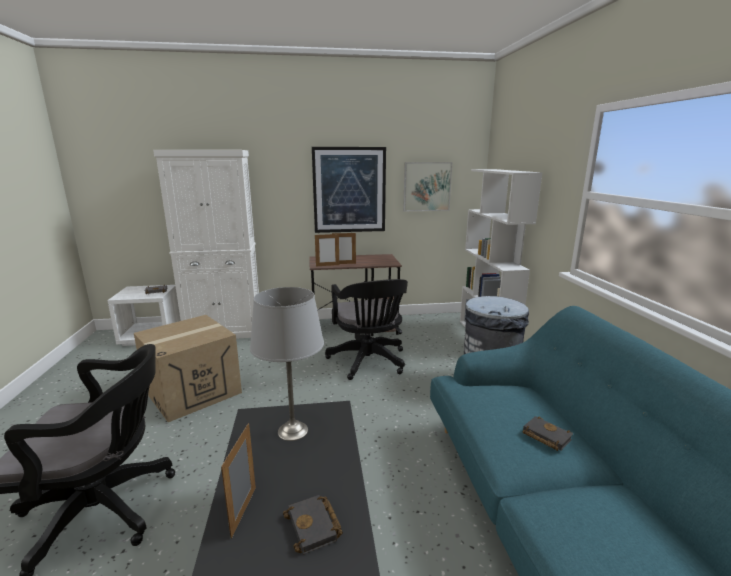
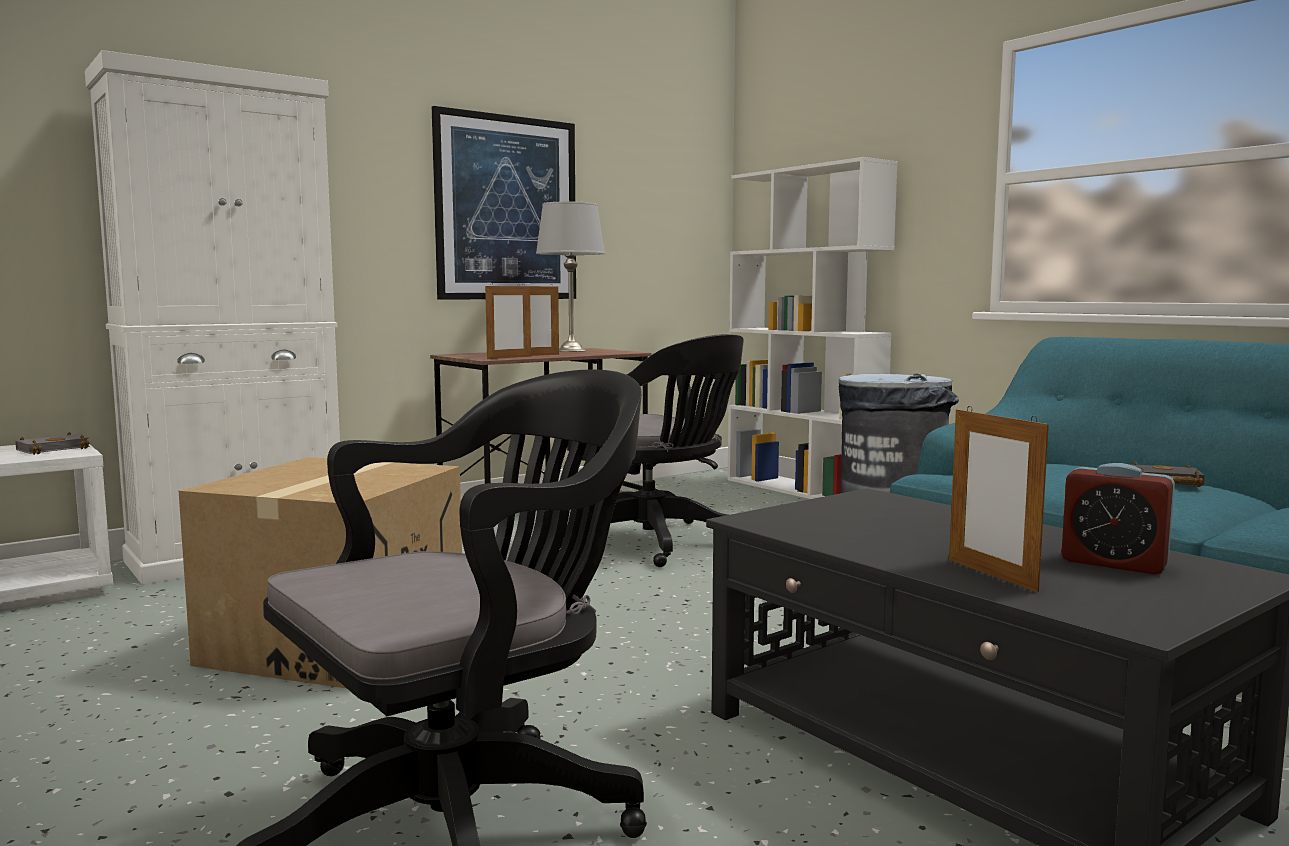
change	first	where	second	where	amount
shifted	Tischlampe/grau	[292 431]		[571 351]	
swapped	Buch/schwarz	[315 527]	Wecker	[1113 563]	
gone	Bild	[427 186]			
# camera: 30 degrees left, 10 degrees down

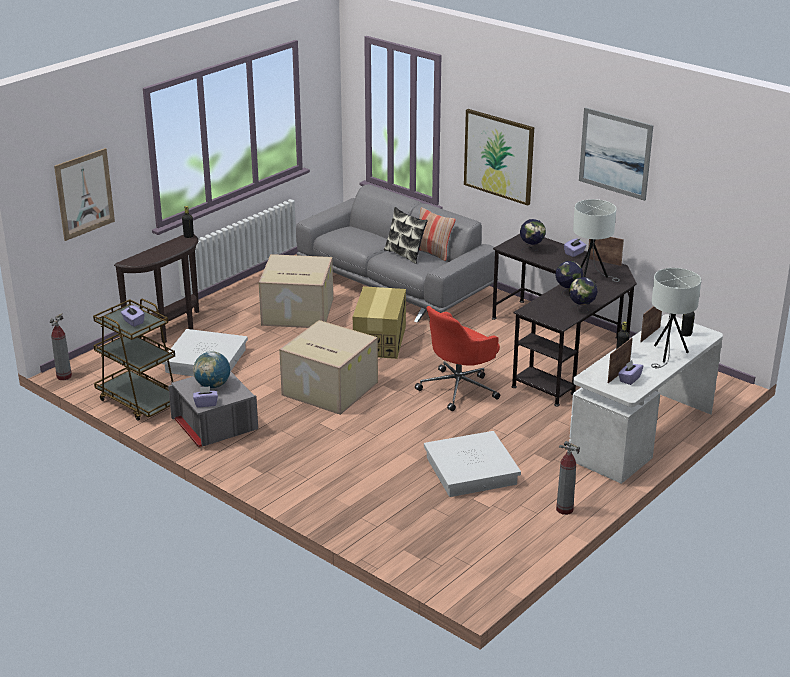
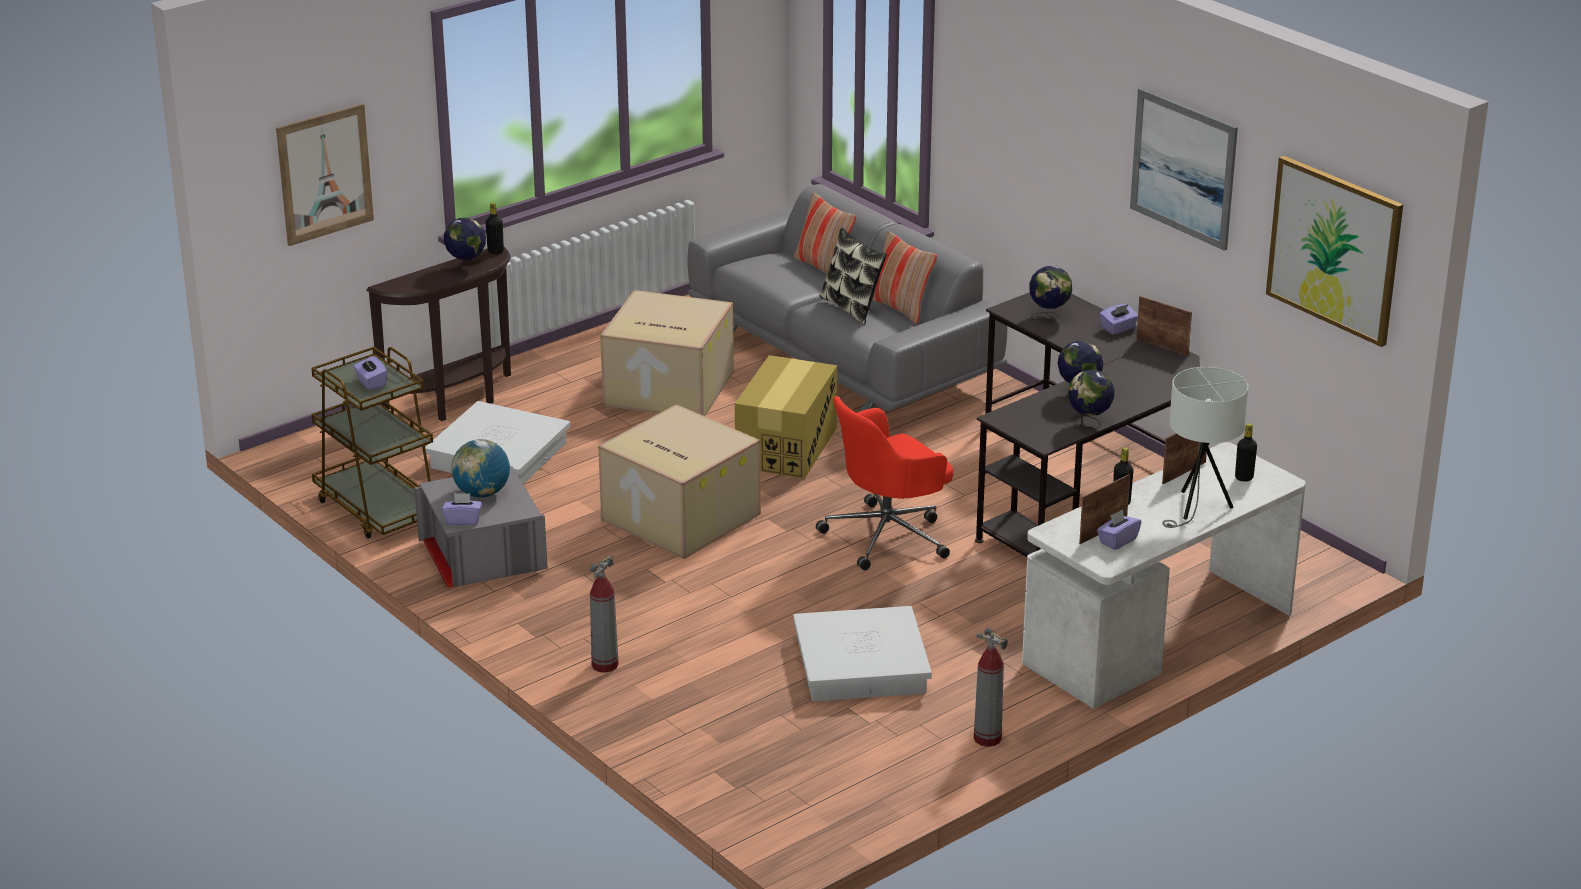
change	first	where	second	where	amount
shifted	Feuerlöscher	[64 376]		[604 665]	
shifted	Bild	[499 156]		[1334 249]	
gone	Tischlampe/weiß	[591 278]			
new			Globus	[466 268]	
new			Kissen	[824 267]	
# camera: 10 degrees right, 0 degrees up

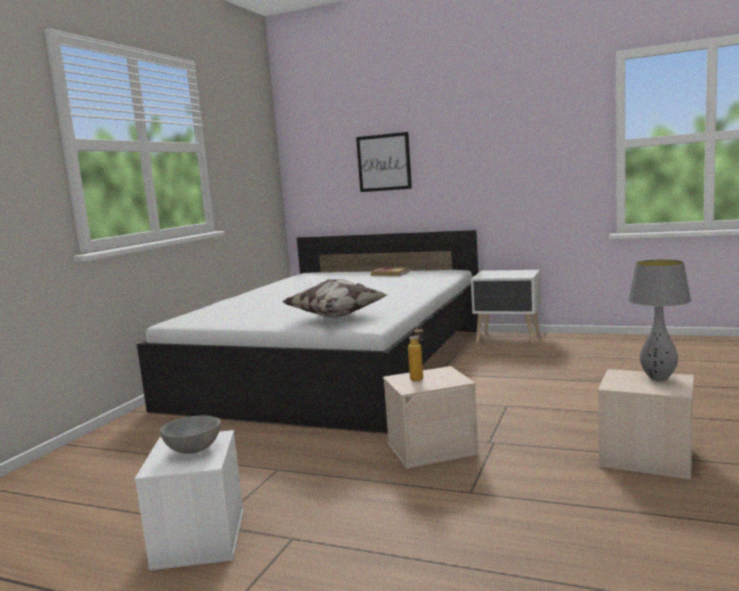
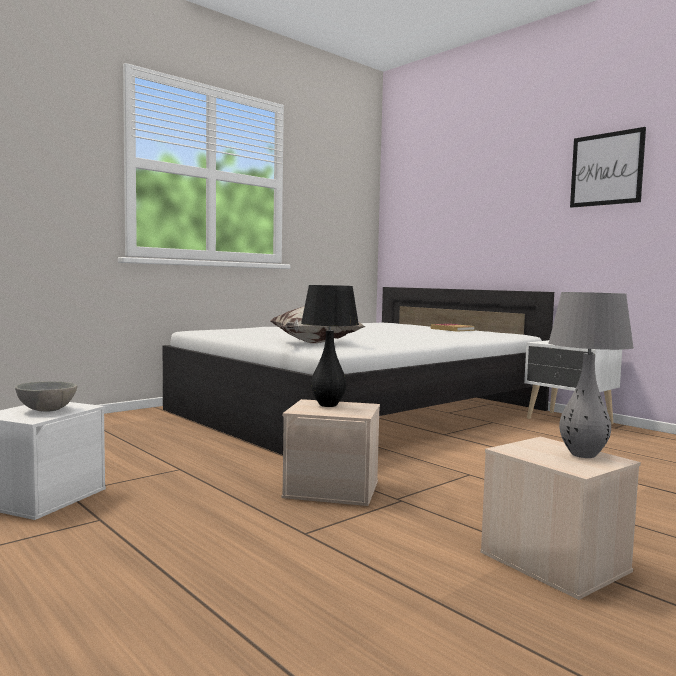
change	first	where	second	where	amount
shifted	Bild	[384 162]		[606 169]	
swapped	Flasche	[418 378]	Tischlampe/schwarz	[328 405]	
# camera: 25 degrees right, 5 degrees down

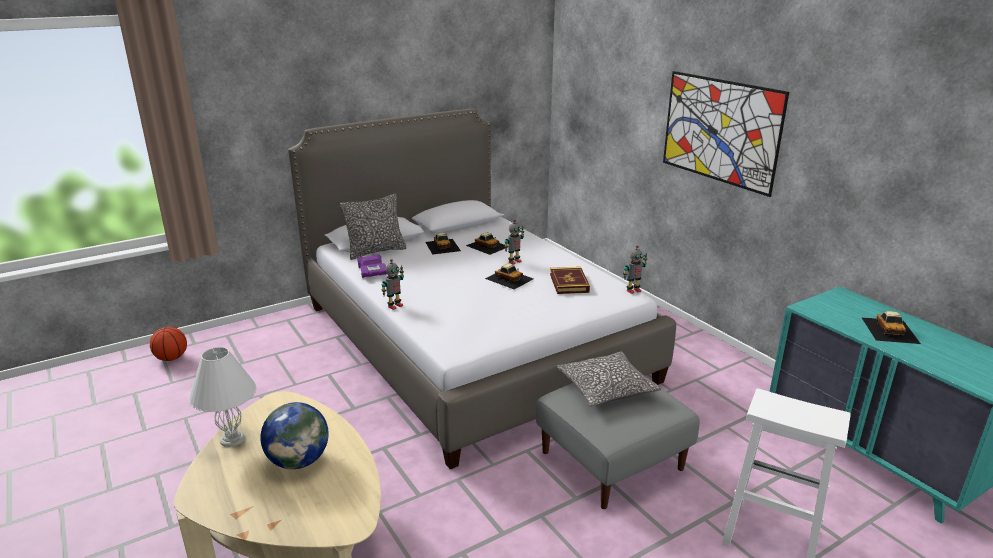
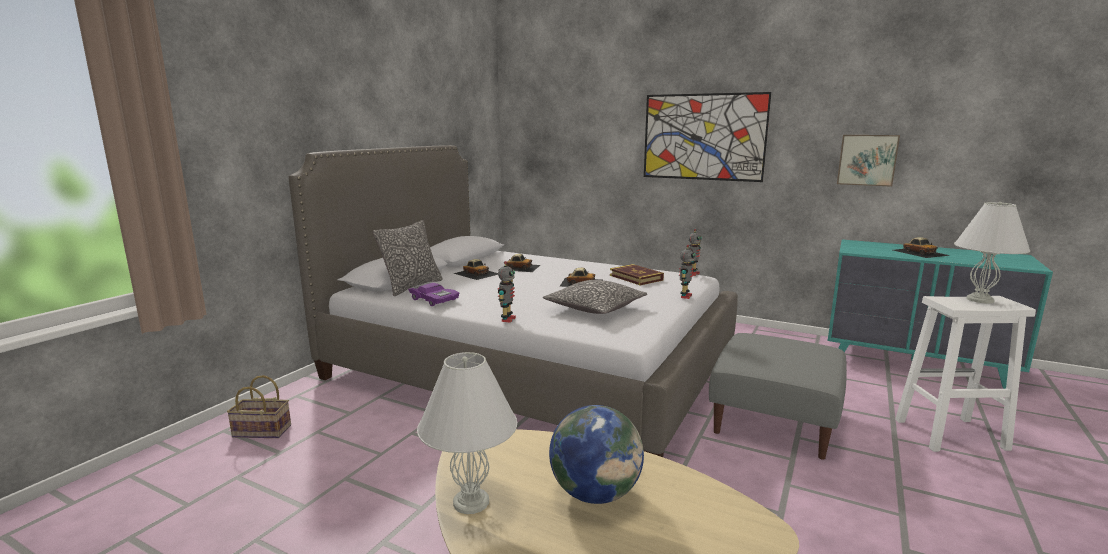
change	first	where	second	where	amount
gone	Basketball	[171 358]			
shifted	Spielzeugroboter	[514 261]		[685 296]	
shifted	Kissen	[606 388]		[595 308]	
new			Korb	[260 432]	
new			Bild	[867 160]	
new			Tischlampe/weiß	[980 300]	
# camera: 30 degrees left, 10 degrees down

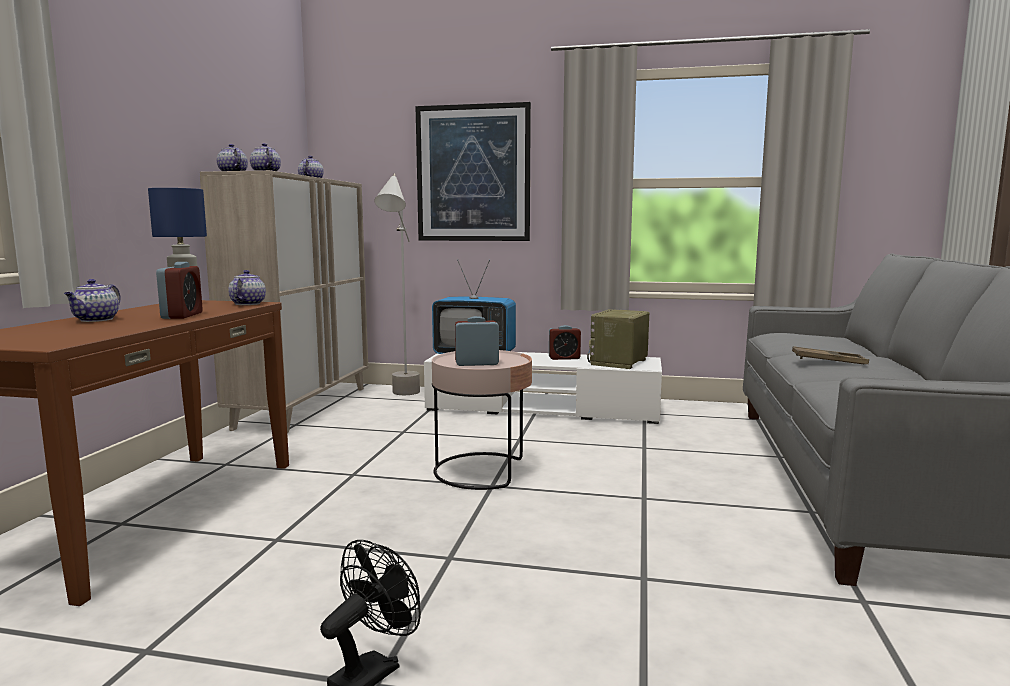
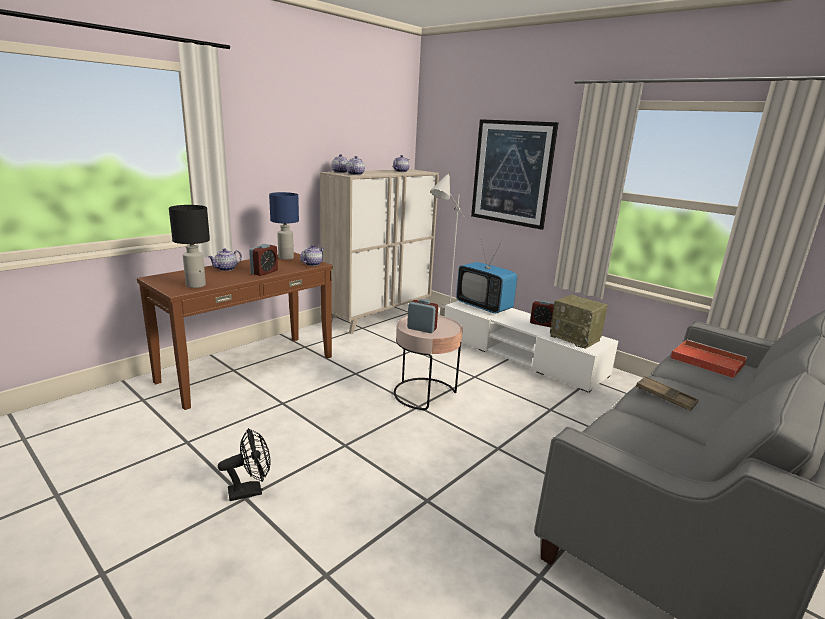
change	first	where	second	where	amount
rotated	Radio	[619 362]		[576 338]	105 degrees counterclockwise
new			Tischlampe/schwarz	[195 285]	
new			Tablett/rot	[705 360]	
# camera: 30 degrees right, 10 degrees up

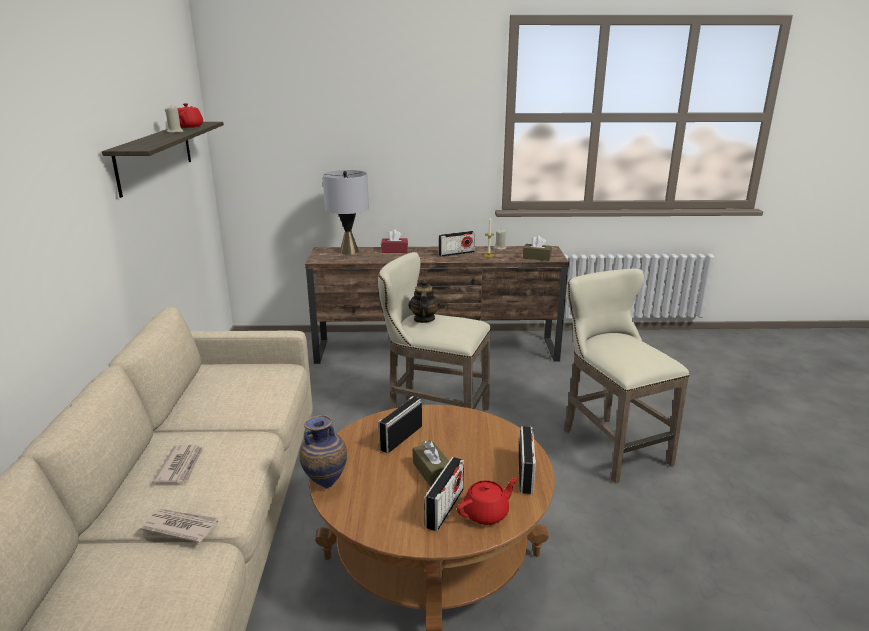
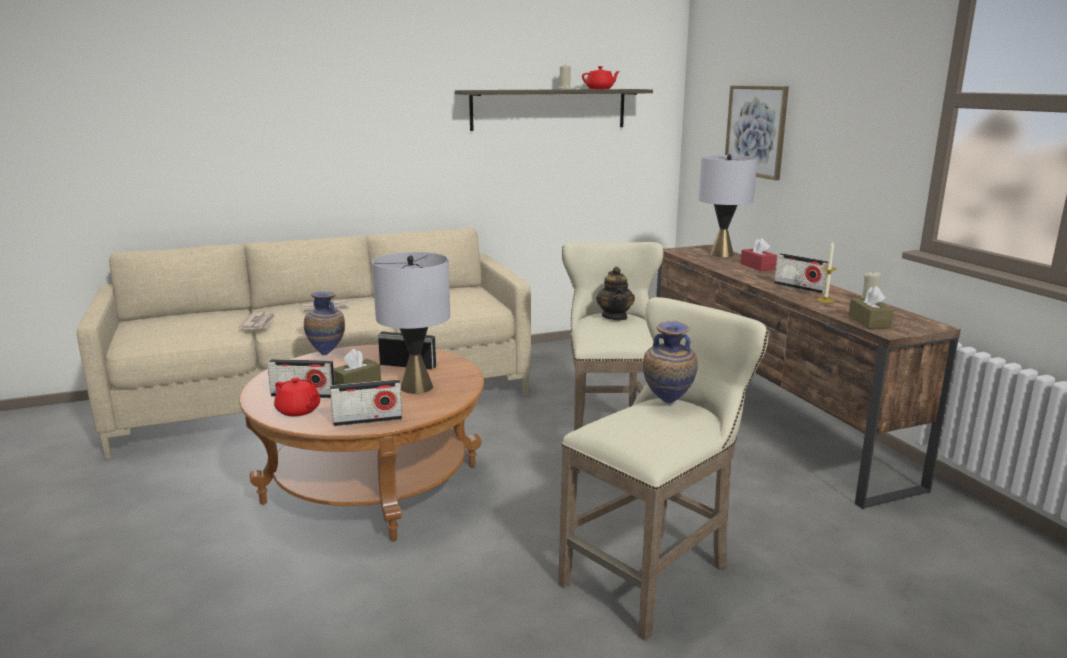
change	first	where	second	where	amount
rotated	Teekanne	[424 319]		[615 317]	105 degrees clockwise
new			Tischlampe/grau	[416 387]	
new			Vase	[667 404]	
new			Bild	[756 131]	
# camera: 70 degrees right, 5 degrees down

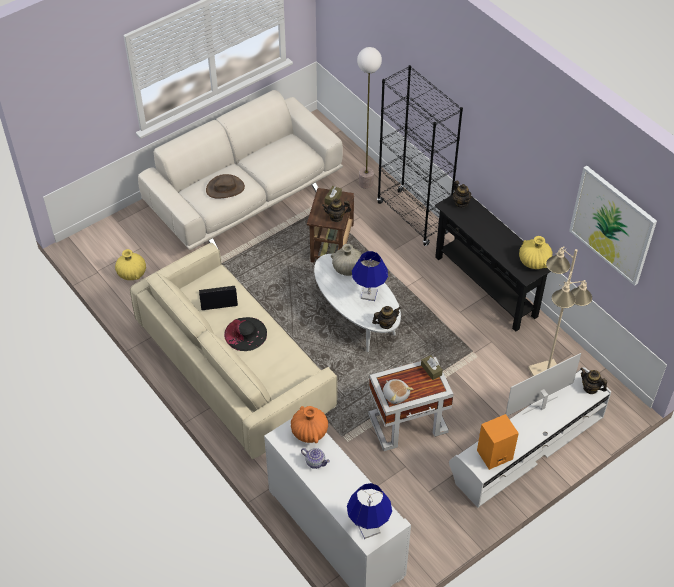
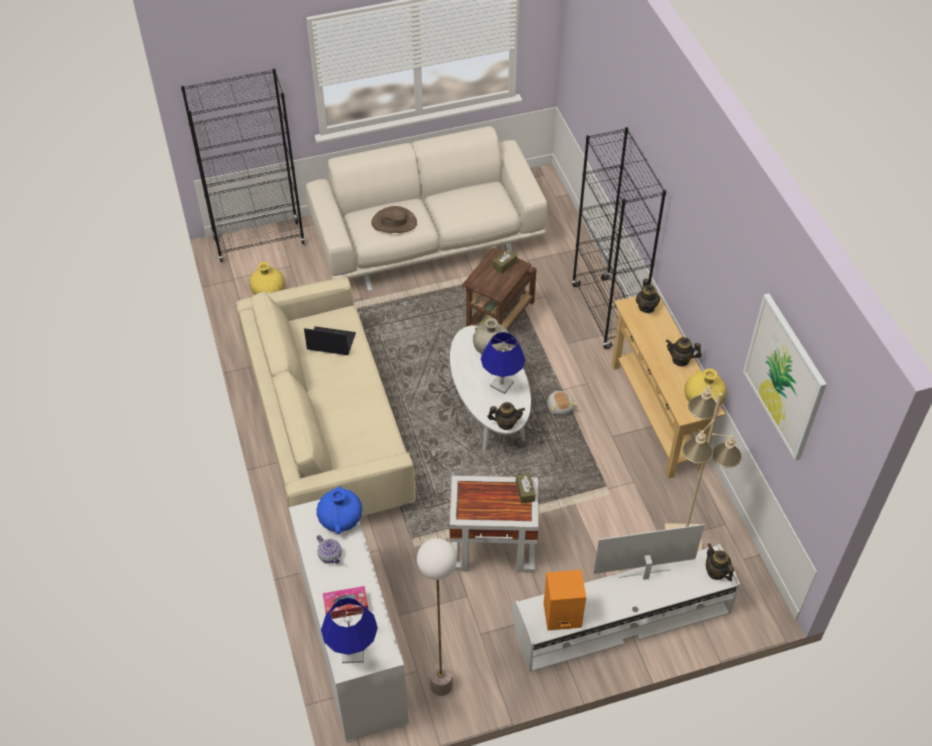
change	first	where	second	where	amount
gone	Hut/schwarz	[245 334]			
repainted	Vase/orange	[309 431]	Vase/blau	[340 519]	
shifted	Teekanne	[336 217]		[680 360]	
shifted	Stehlampe	[366 183]		[441 685]	
shifted	Plüschtier	[396 394]		[560 407]	
repainted	Konsolentisch/schwarz	[486 286]	Konsolentisch/beige	[656 415]	
new			Bücherregal/schwarz	[259 241]	
new			Taschentuchbox	[346 606]	
# camera: 20 degrees right, 0 degrees up

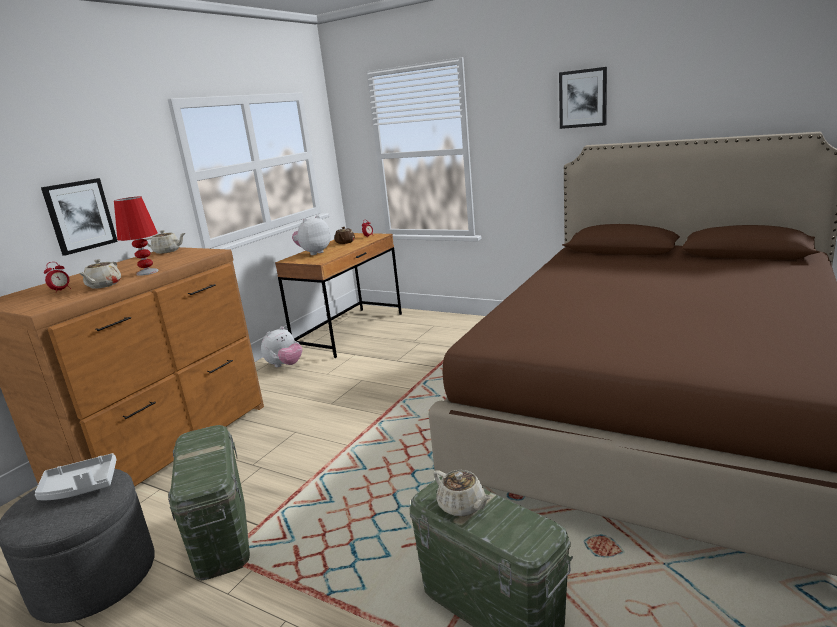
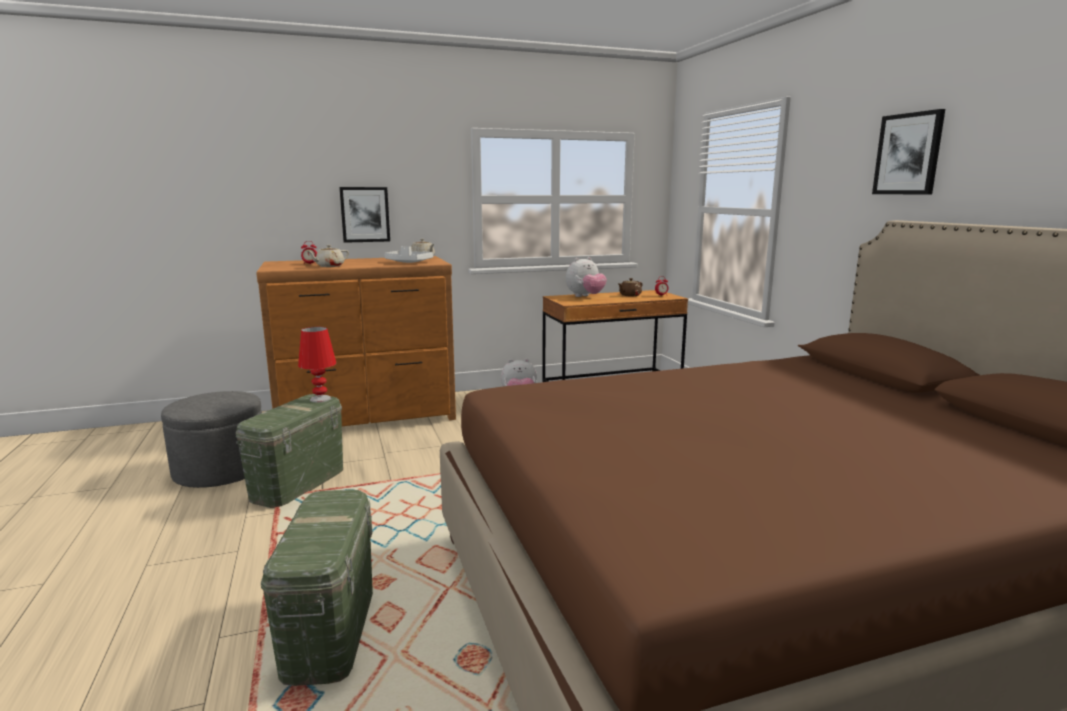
change	first	where	second	where	amount
shifted	Tablett/weiß	[80 487]		[408 262]	
shifted	Tischlampe/rot	[147 272]		[320 399]	
rotated	Plüschtier	[313 253]		[585 296]	150 degrees clockwise
gone	Teekanne/beige	[462 506]			
# camera: 40 degrees right, 5 degrees down

